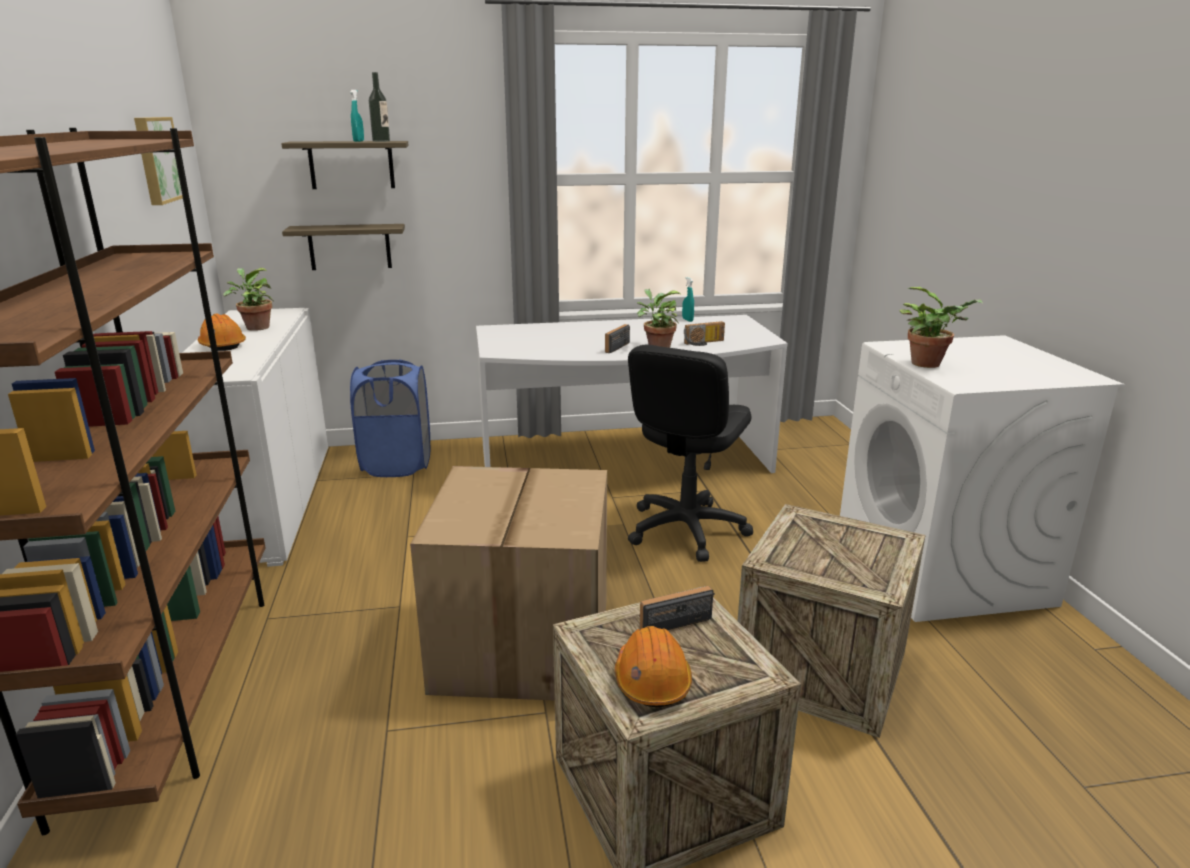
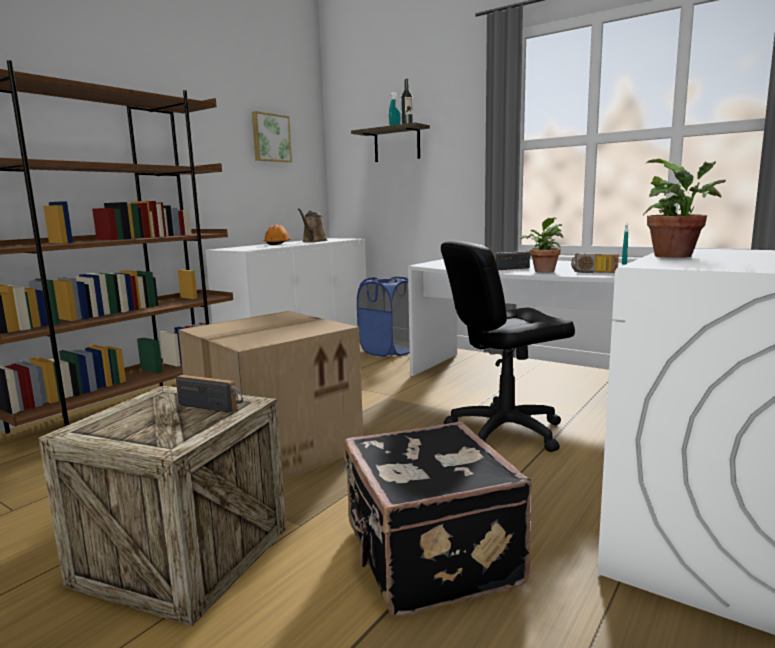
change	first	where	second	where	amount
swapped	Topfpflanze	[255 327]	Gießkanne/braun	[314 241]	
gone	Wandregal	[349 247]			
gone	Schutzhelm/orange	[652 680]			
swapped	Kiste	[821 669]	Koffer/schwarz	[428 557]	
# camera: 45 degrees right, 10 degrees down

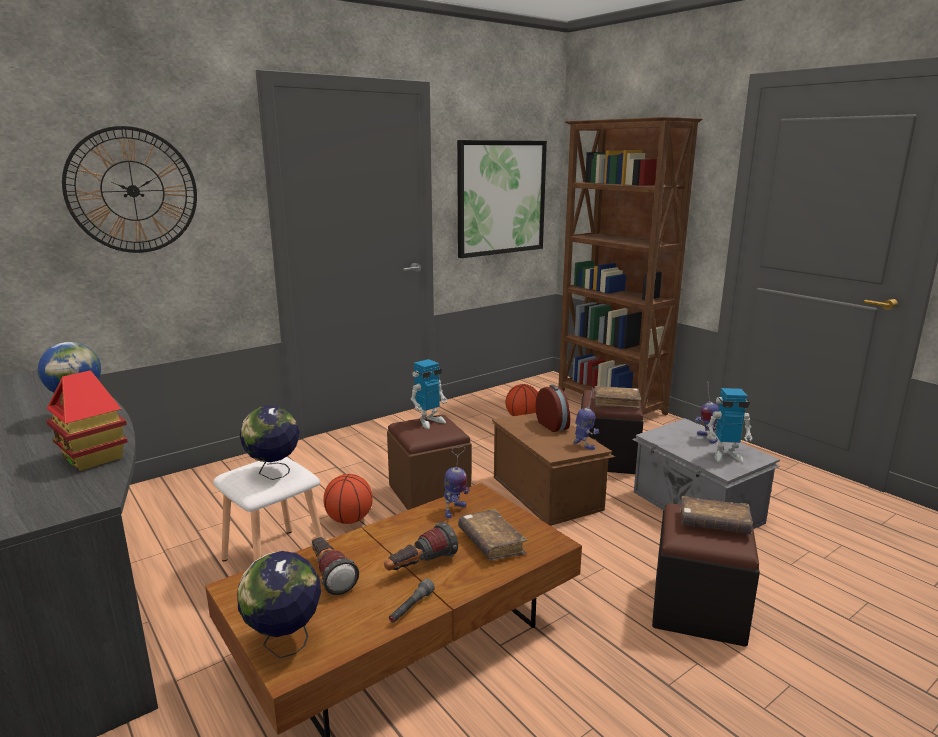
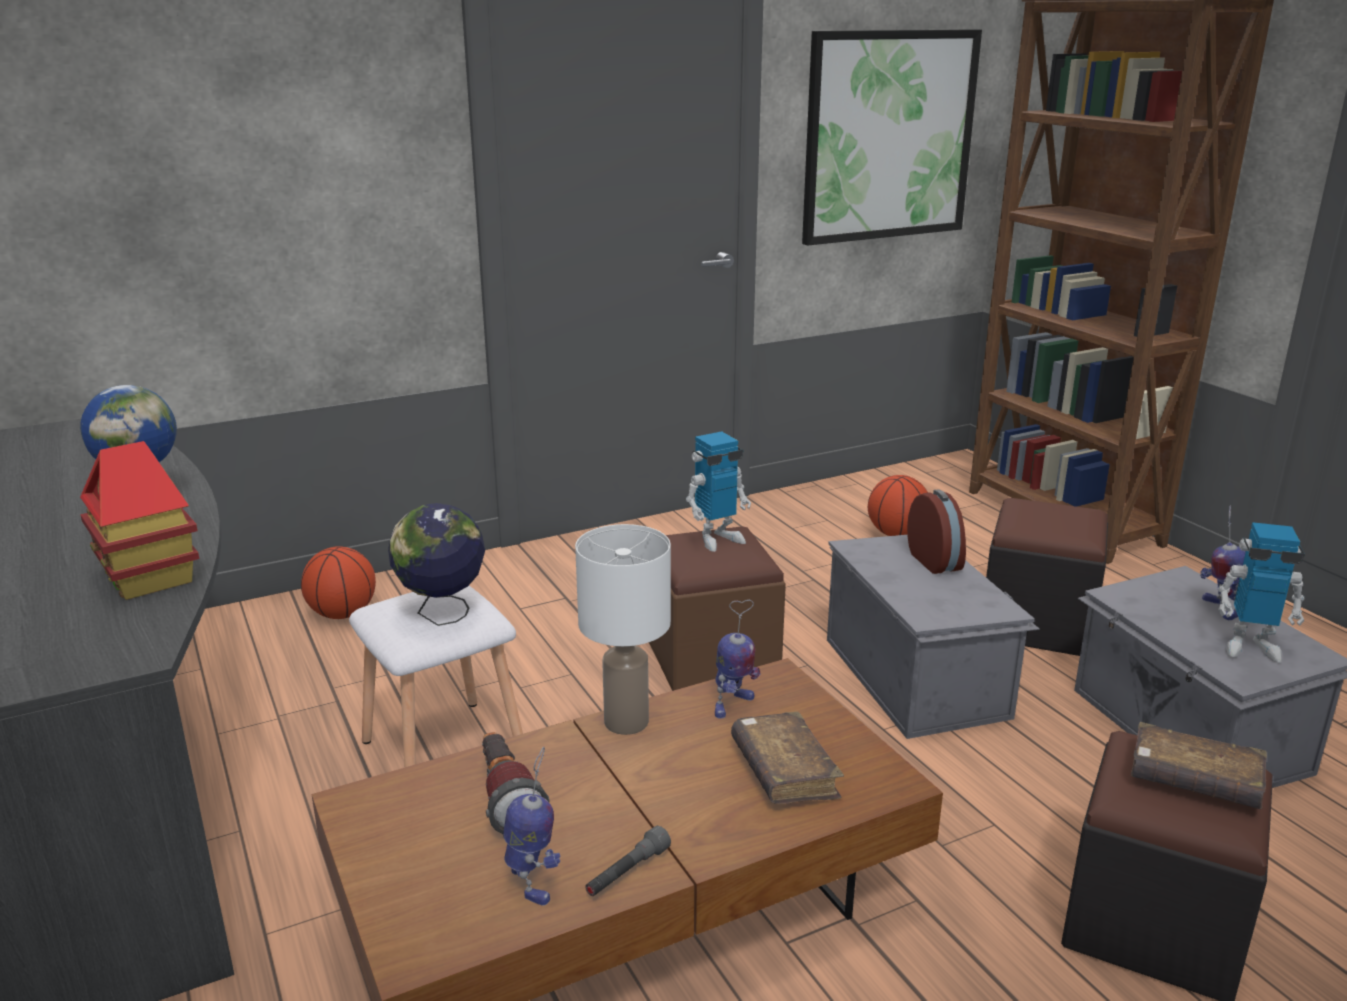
change	first	where	second	where	amount
gone	Wanduhr	[133 191]			
gone	Globus	[285 644]			
shifted	Basketball	[349 520]		[342 614]	
gone	Taschenlampe	[420 566]			
repainted	Aufbewahrungsbox/braun	[547 492]	Aufbewahrungsbox/grau	[917 676]	
shifted	Spielzeugroboter	[584 445]		[532 883]	
gone	Buch/braun	[616 402]			
new			Tischlampe/weiß	[626 721]	
# camera: 10 degrees right, 5 degrees up

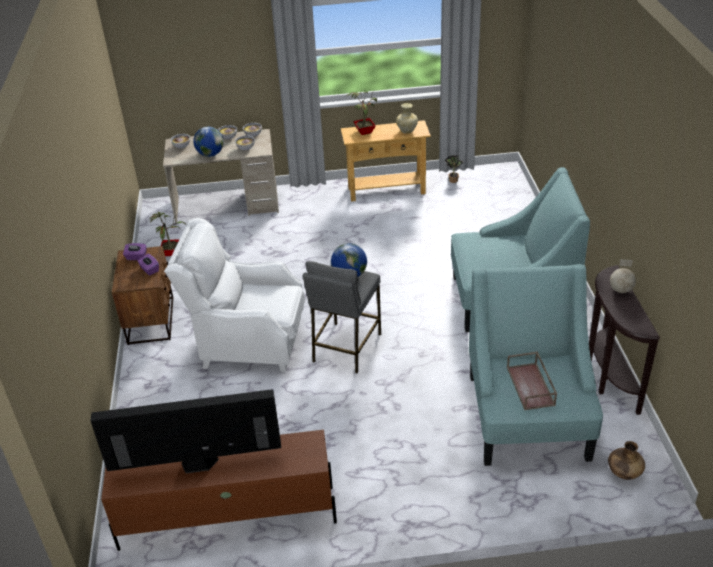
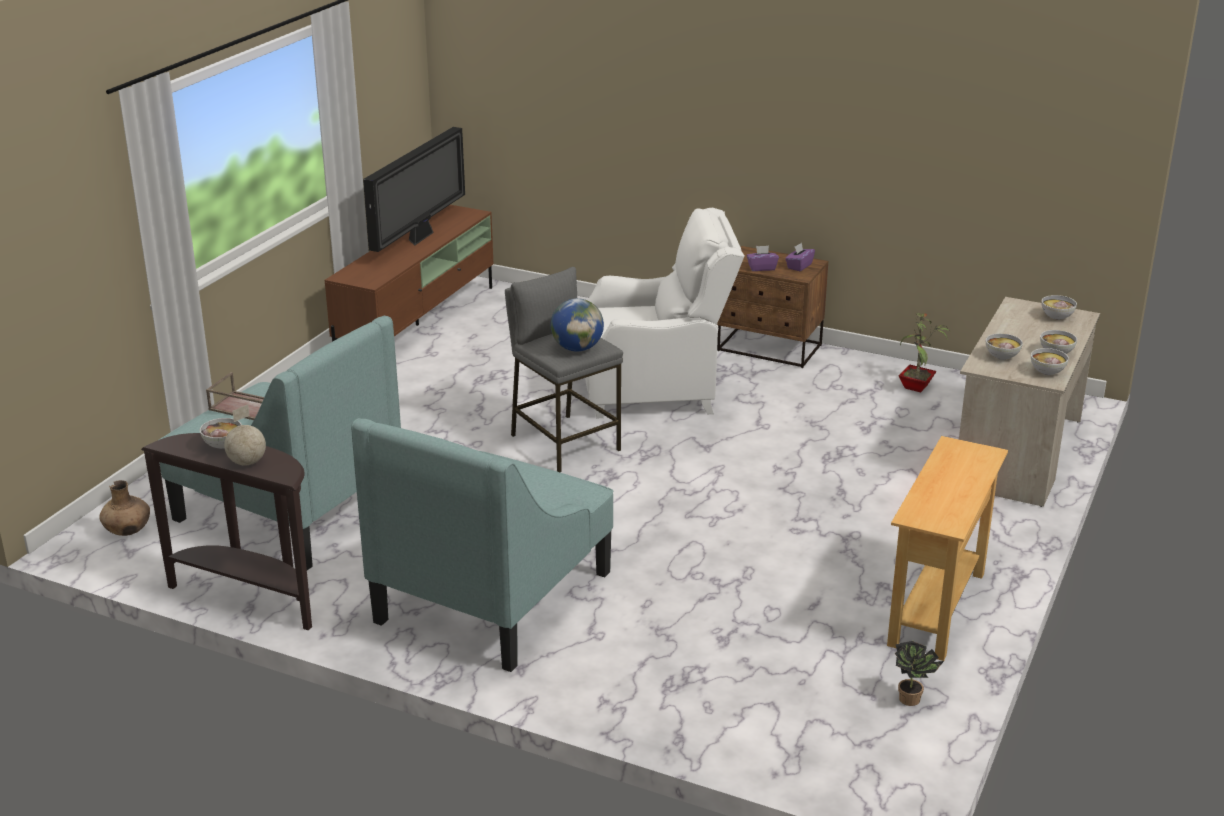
change	first	where	second	where	amount
rotated	Sessel/weiß	[248 343]		[653 390]	45 degrees clockwise
gone	Globus	[210 154]			
gone	Topfpflanze	[364 131]			
gone	Vase/beige	[407 131]			
new			Schüssel	[223 445]	
# camera: 120 degrees right, 10 degrees down

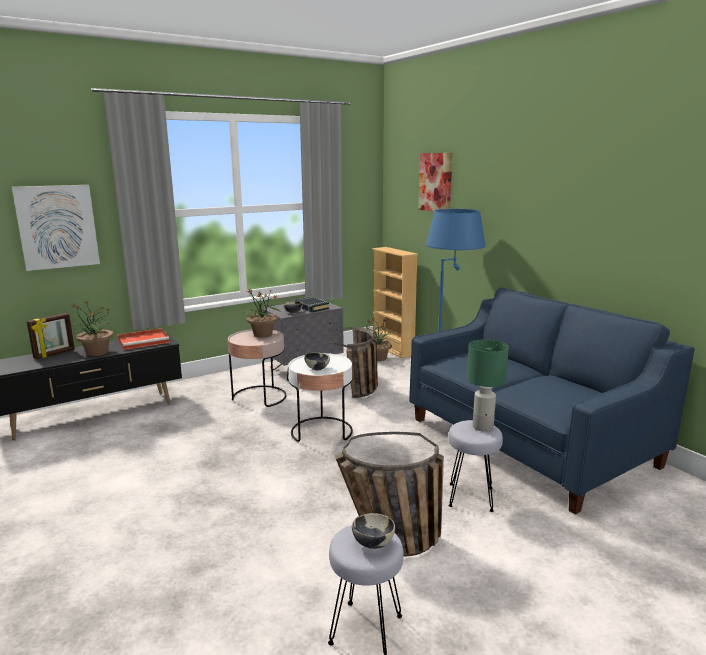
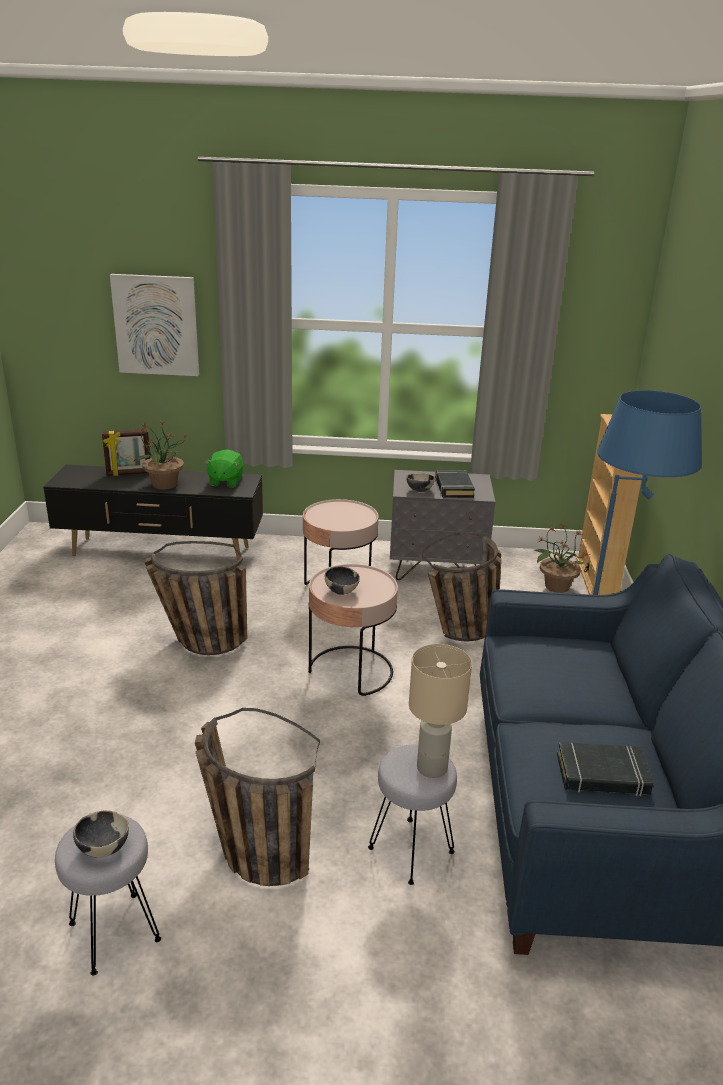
change	first	where	second	where	amount
swapped	Tablett/rot	[144 341]	Plüschtier/grün	[225 482]	
gone	Topfpflanze	[263 334]			
repainted	Beistelltisch/weiß	[322 431]	Beistelltisch/rosa	[351 671]	
gone	Bild	[436 182]			
repainted	Tischlampe/grün	[482 427]	Tischlampe/beige	[432 767]	
new			Korb	[196 643]	
new			Buch/schwarz	[602 775]	
# camera: 35 degrees right, 10 degrees up

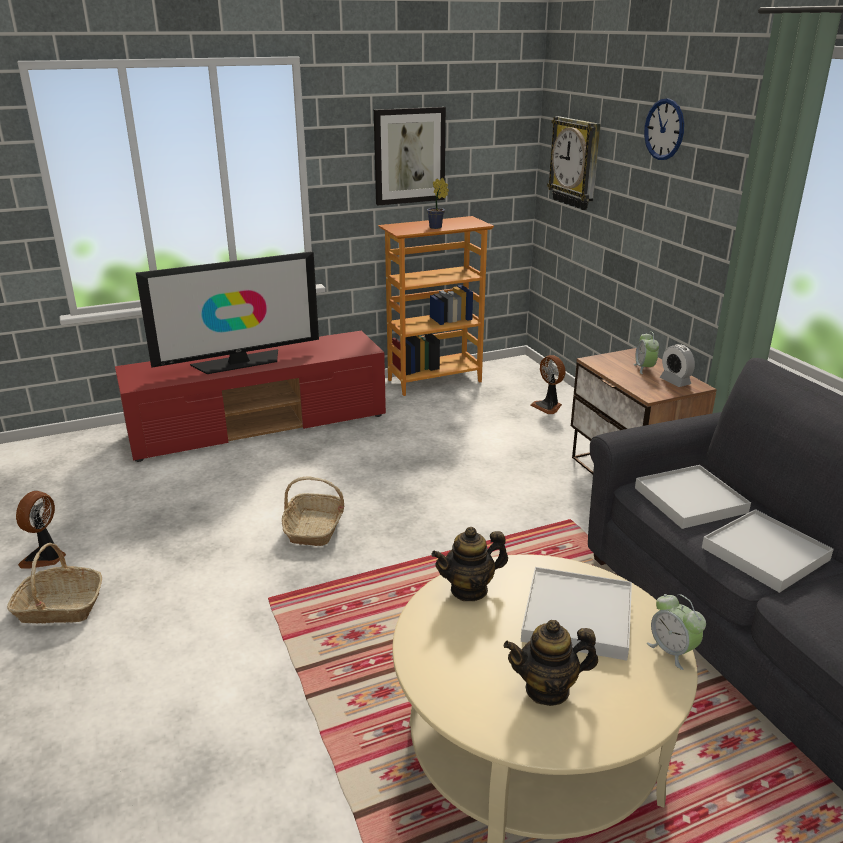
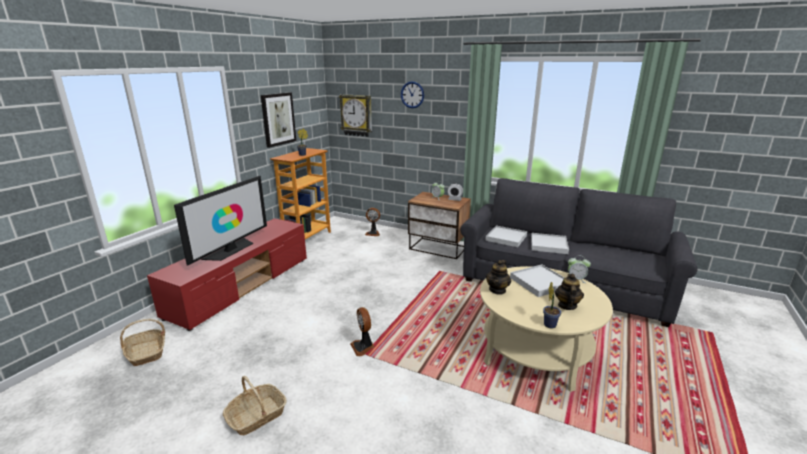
change	first	where	second	where	amount
shifted	Ventilator	[45 558]		[363 347]	
shifted	Korb	[314 528]		[146 352]	
rotated	Teekanne	[547 689]		[567 305]	150 degrees clockwise
new			Topfpflanze	[549 324]	
# camera: 40 degrees left, 5 degrees down

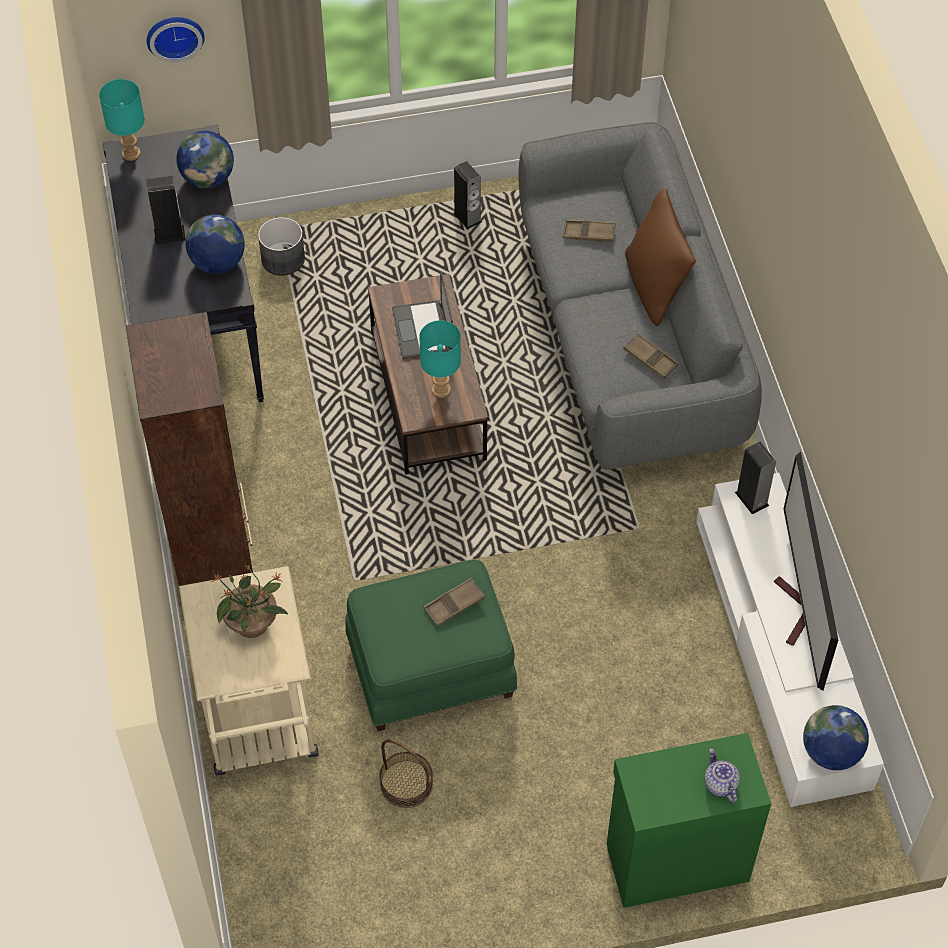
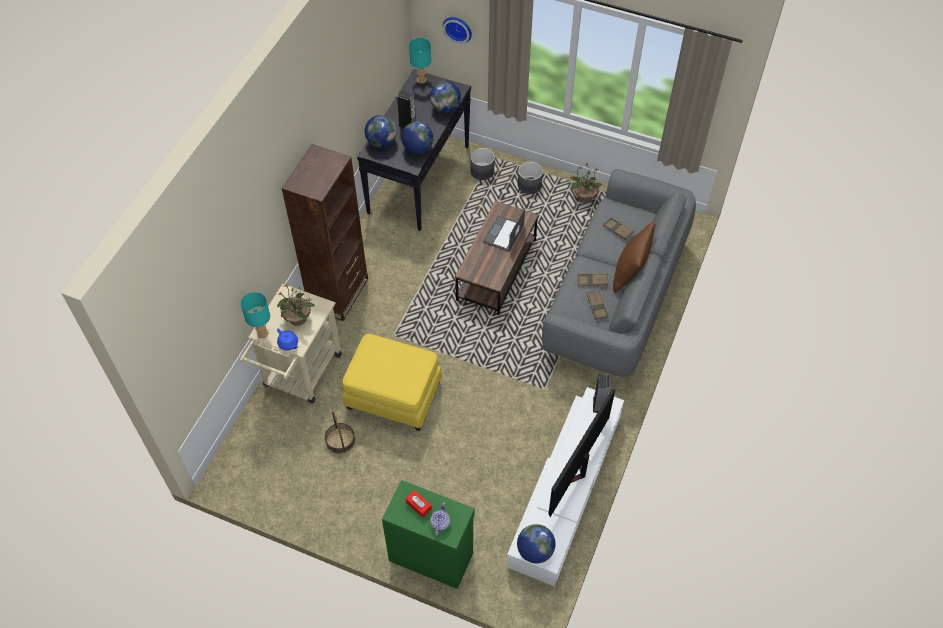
change	first	where	second	where	amount
repainted	Polsterhocker/grün	[431 671]	Polsterhocker/gelb	[393 396]	
shifted	Tischlampe/türkis	[441 389]		[262 332]	
shifted	Tablett/braun	[454 604]		[592 281]	
swapped	Lautsprecher	[467 218]	Topfpflanze	[584 197]	
new			Teekanne/blau	[288 344]	
new			Globus	[381 142]	
new			Taschentuchbox/rot	[418 505]	
new			Pflanzkübel/grau	[529 185]	
# camera: 35 degrees right, 0 degrees up

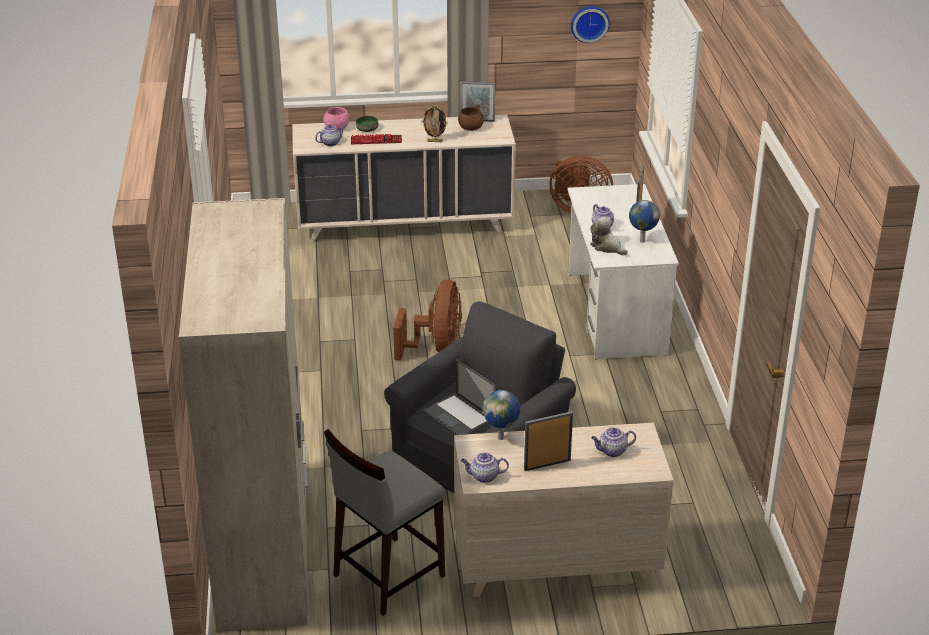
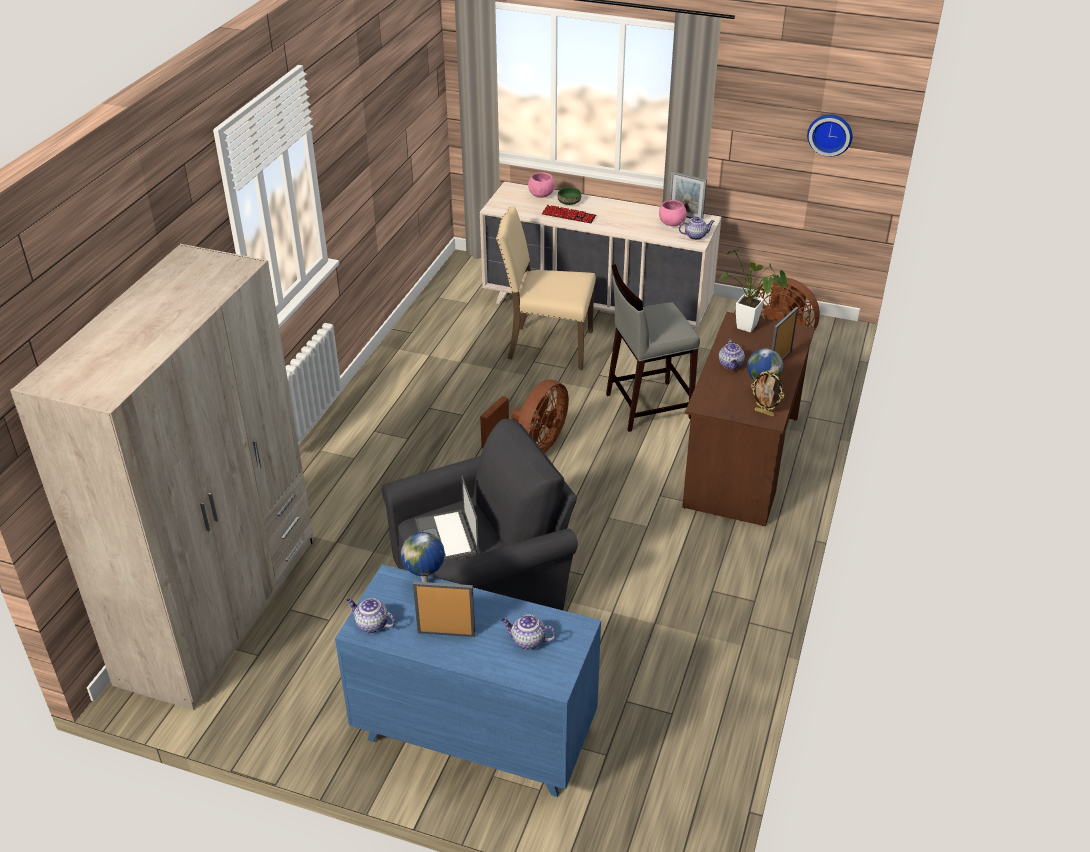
change	first	where	second	where	amount
shifted	Teekanne	[331 143]		[696 236]	
shifted	Hocker/grau	[387 575]		[647 406]	
shifted	Bilderrahmen	[435 141]		[764 413]	
repainted	Kommode/beige	[555 565]	Kommode/blau	[474 735]	
repainted	Schüssel/braun	[470 128]	Schüssel/rosa	[671 223]	
repainted	Schreibtisch/weiß	[616 313]	Schreibtisch/braun	[741 462]	
gone	Plüschtier	[607 247]			
new			Stuhl/beige	[547 346]	
new			Topfpflanze	[751 328]	
# camera: 25 degrees right, 5 degrees up

